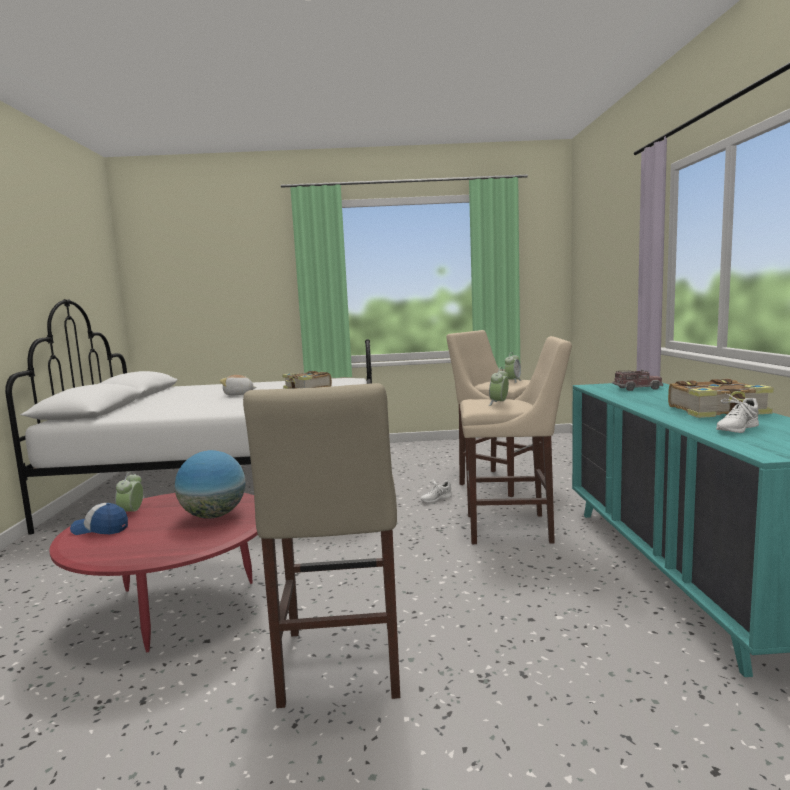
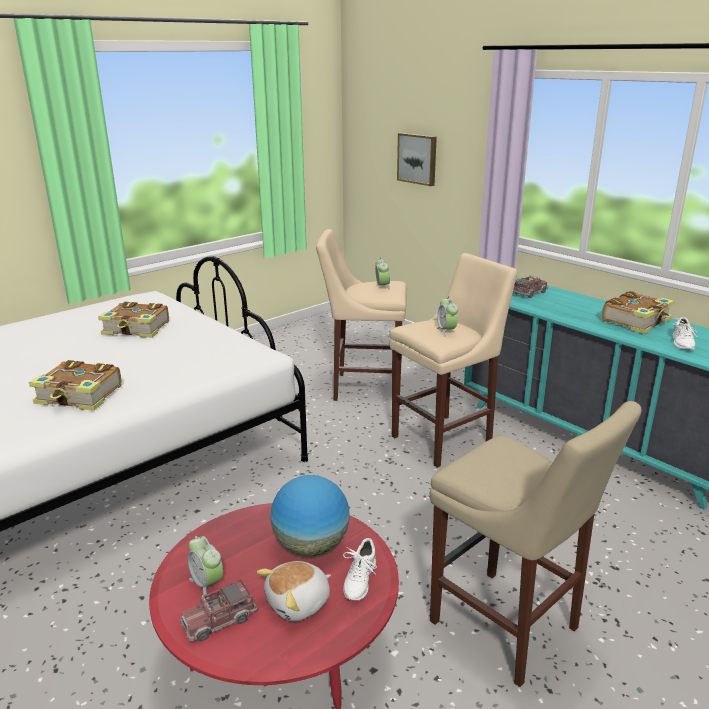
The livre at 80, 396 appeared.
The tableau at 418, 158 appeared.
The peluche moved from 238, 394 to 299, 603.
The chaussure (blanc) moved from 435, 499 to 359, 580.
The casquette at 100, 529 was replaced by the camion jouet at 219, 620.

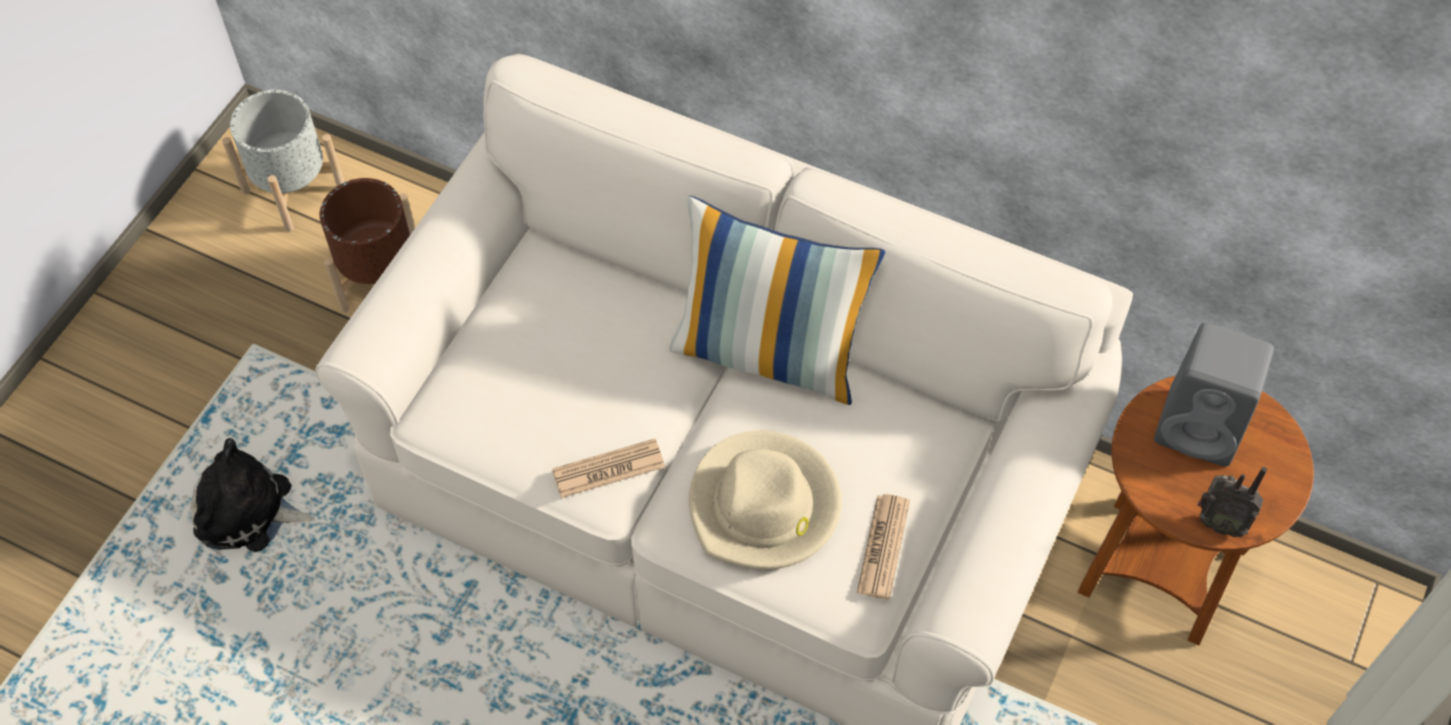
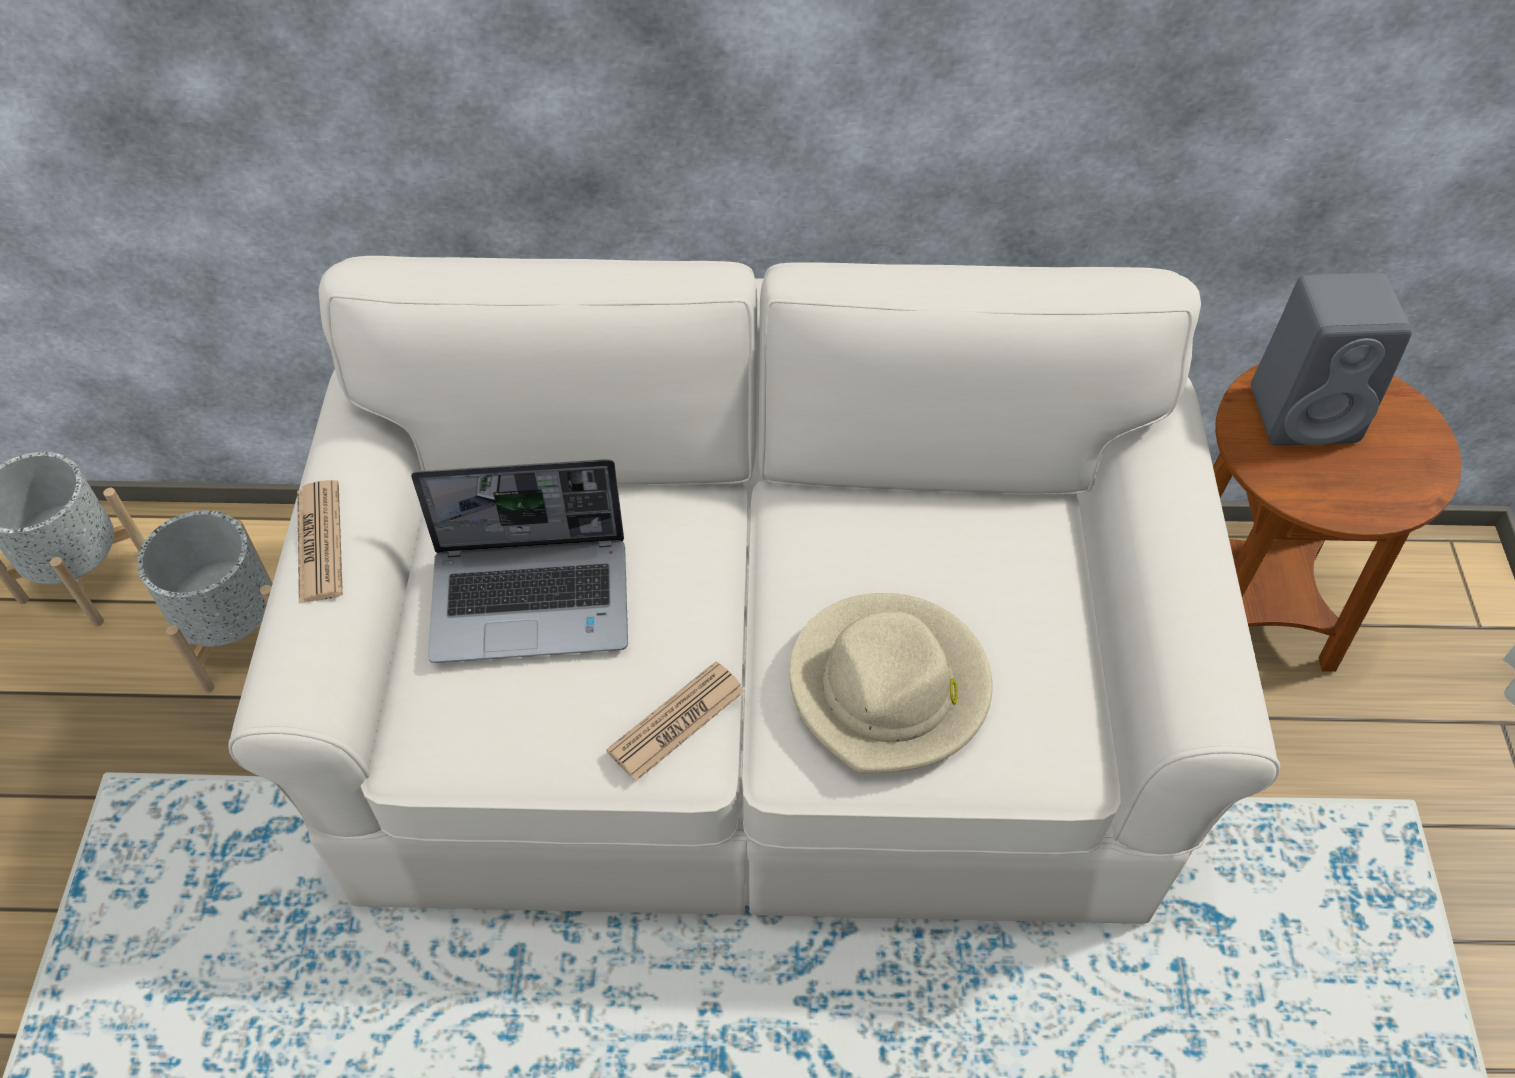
The peluche at 250, 512 disappeared.
The coussin at 770, 352 disappeared.
The radio at 1219, 522 disappeared.
The ordinateur portable at 533, 599 appeared.
The journal moved from 883, 547 to 319, 542.
The cache-pot (marron) at 379, 277 became the cache-pot (gris) at 238, 635.

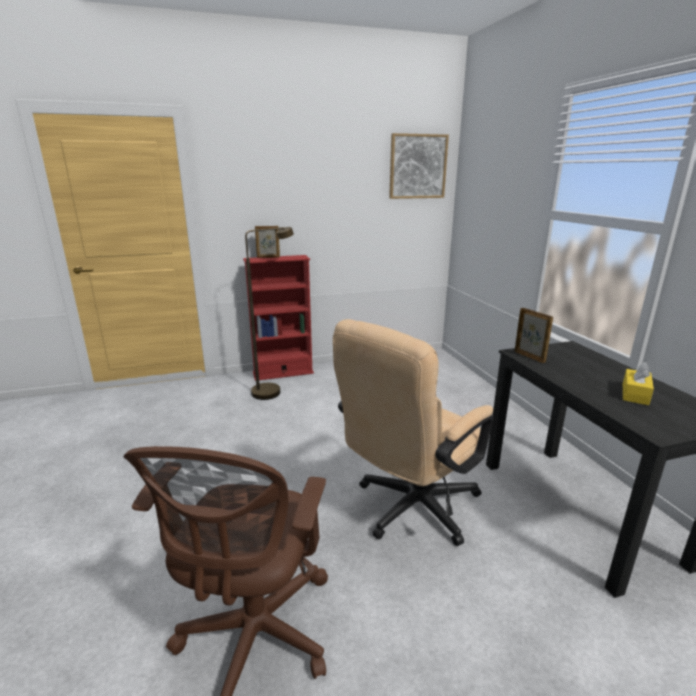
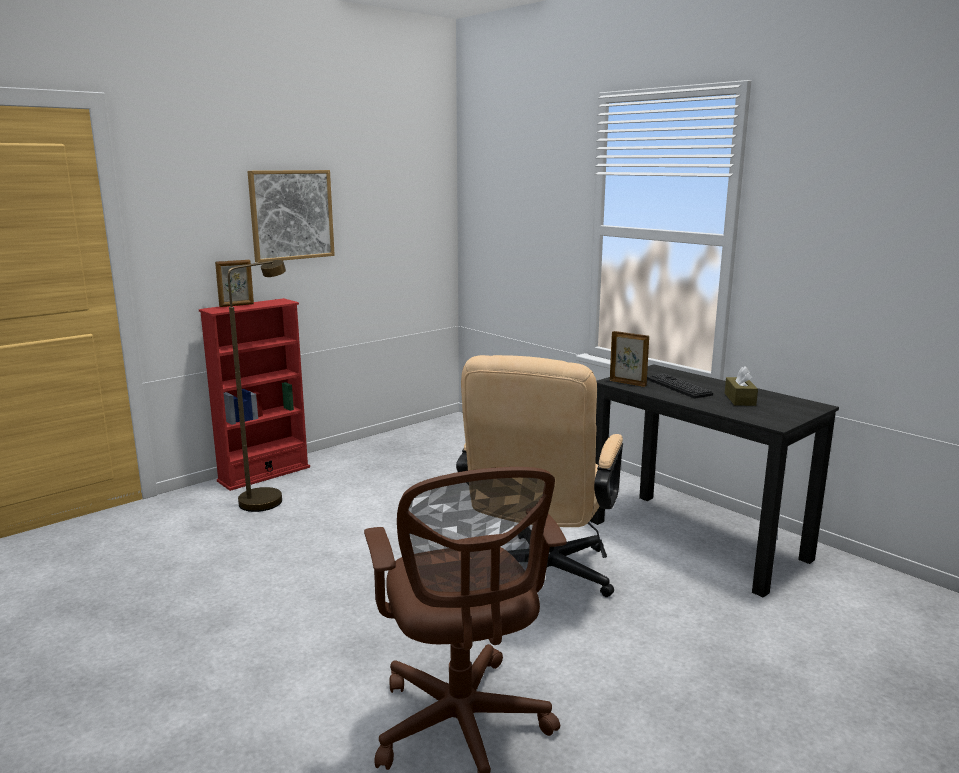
The clavier at 678, 387 appeared.
The tableau moved from 417, 166 to 291, 215.
The boîte à mouchoirs (jaune) at 635, 394 became the boîte à mouchoirs (marron) at 739, 399.

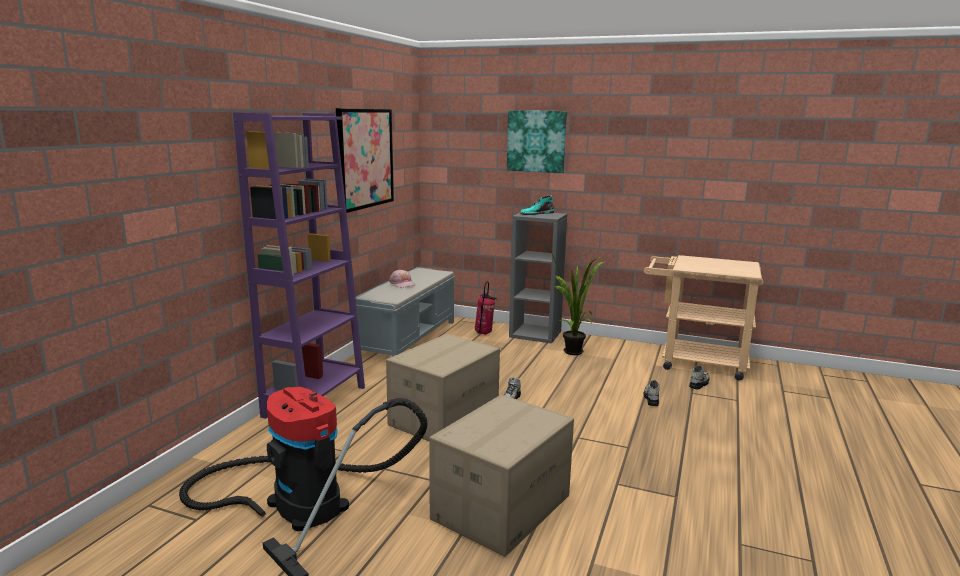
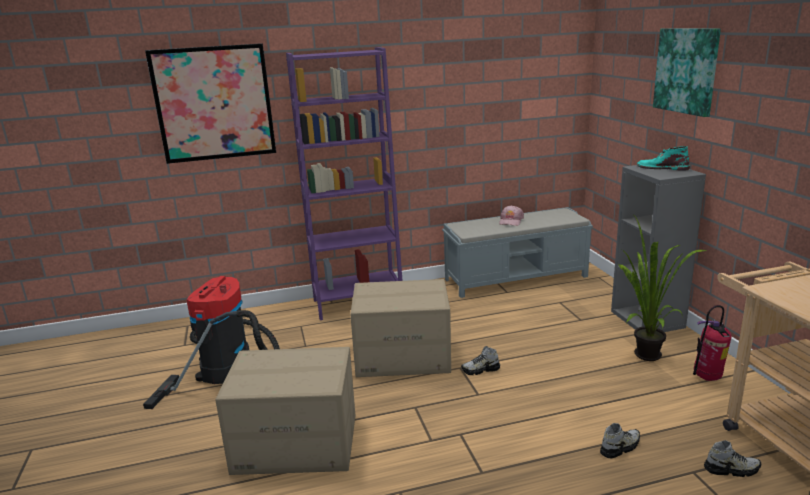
The tableau moved from 365, 158 to 214, 103.
The extincteur moved from 484, 333 to 707, 378.

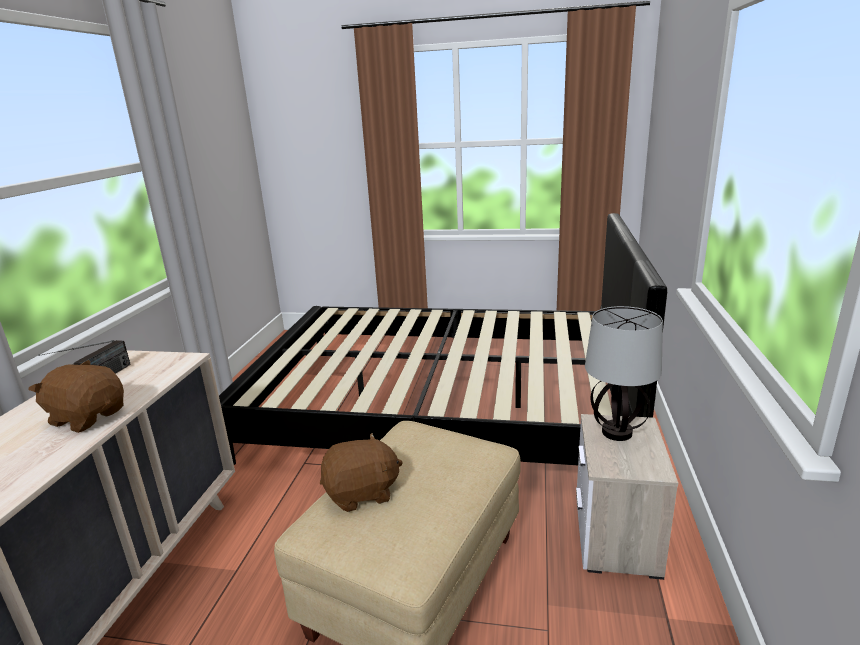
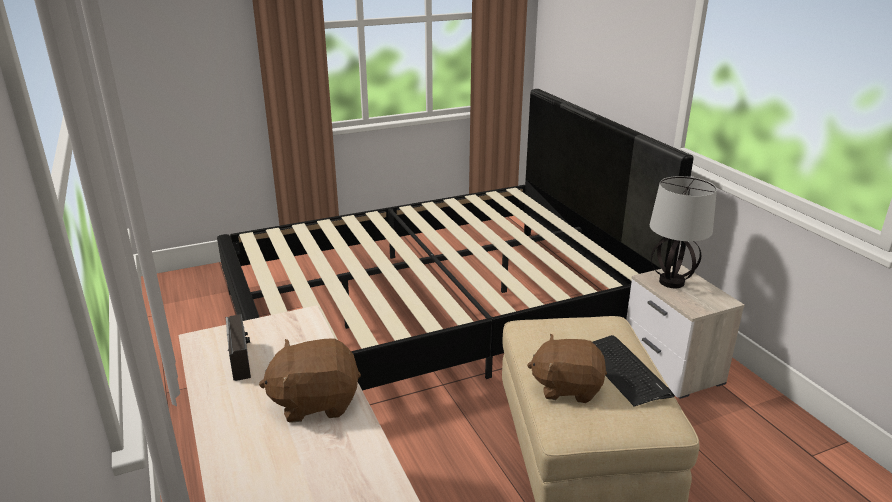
The clavier at 624, 370 appeared.
The peluche (marron) at 362, 493 turned 120 degrees counterclockwise.

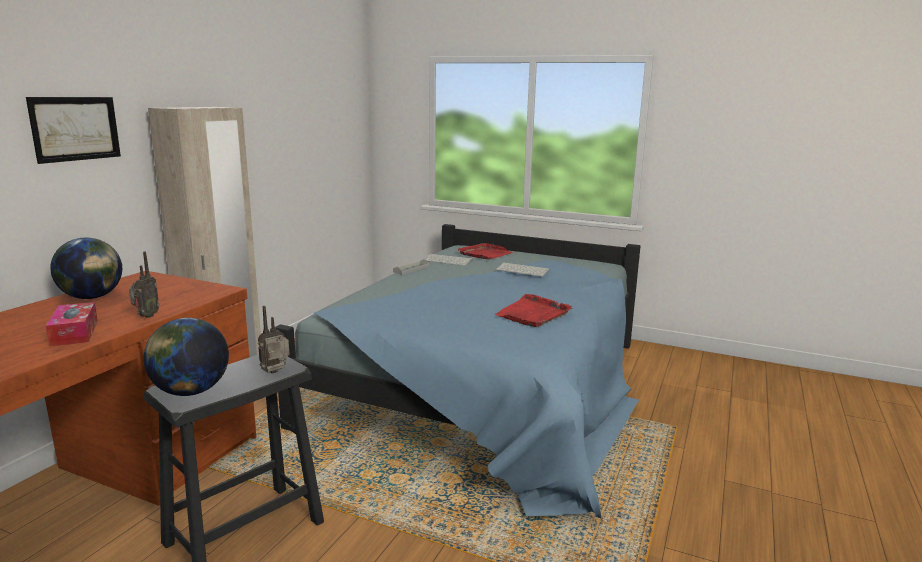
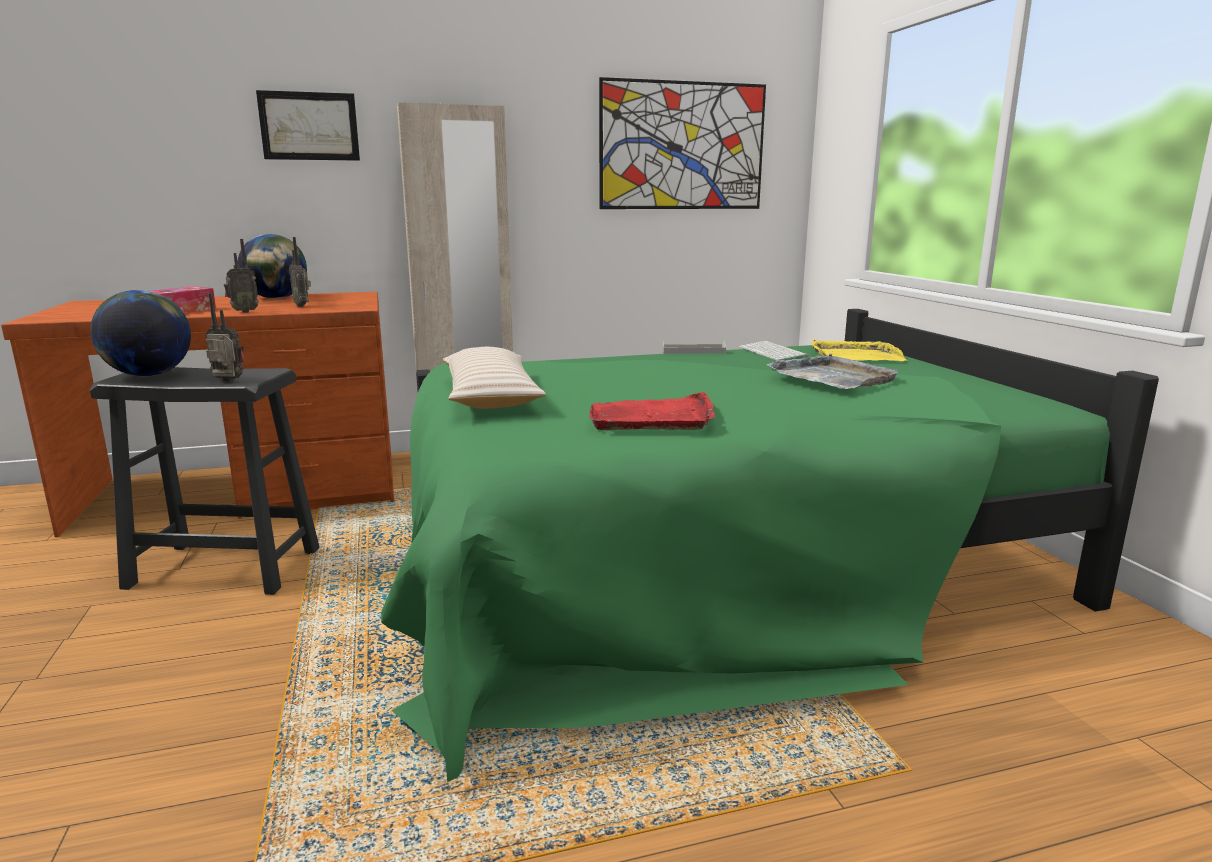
The radio at 303, 306 appeared.
The coussin (beige) at 490, 396 appeared.
The tableau at 682, 146 appeared.
The clavier at 523, 270 was replaced by the plateau (gris) at 833, 377.
The lit (bleu) at 489, 387 became the lit (vert) at 710, 560.
The plateau (rouge) at 485, 254 became the plateau (jaune) at 855, 356.

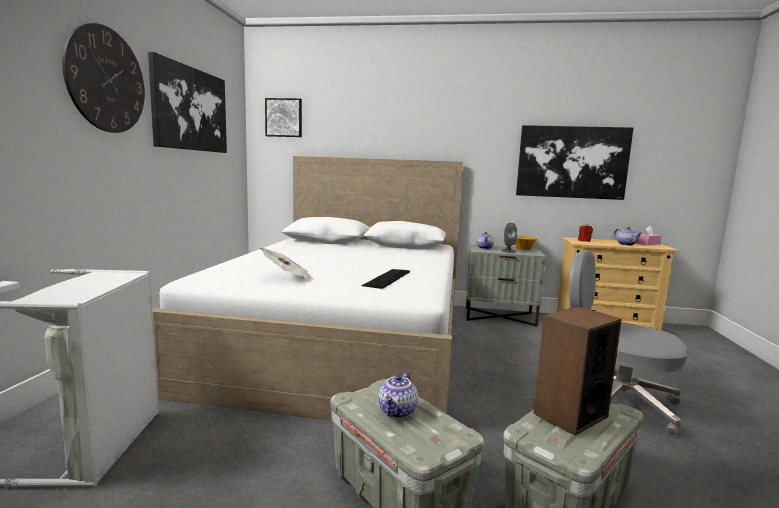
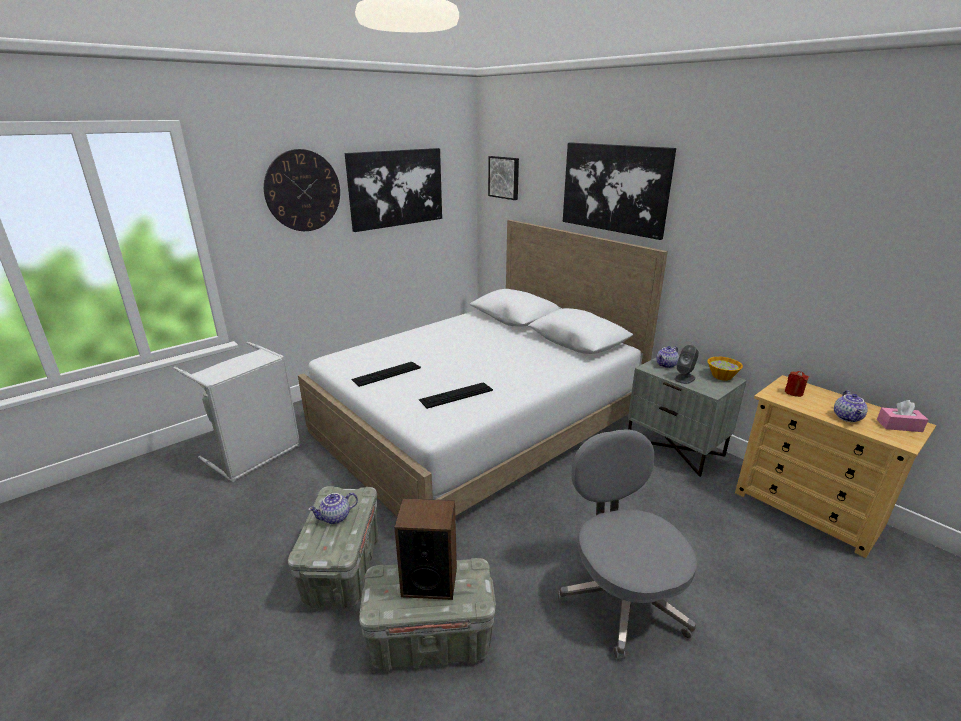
The tableau moved from 572, 162 to 614, 188.
The journal at 287, 278 was replaced by the clavier at 386, 373.

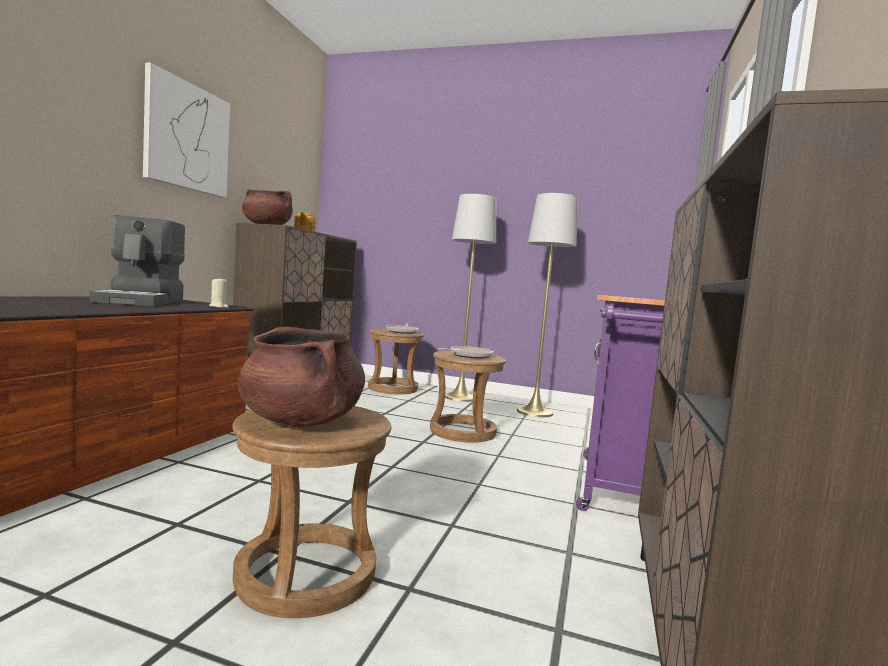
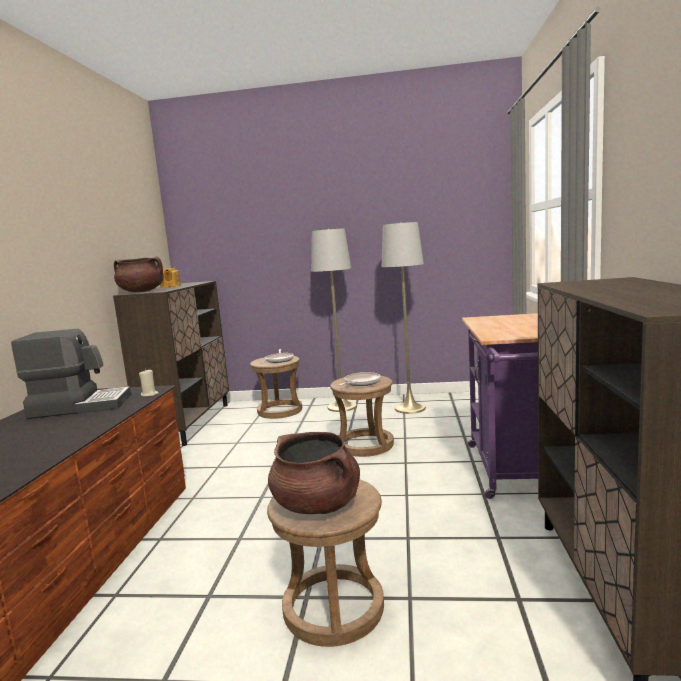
The tableau at 187, 137 disappeared.
The machine à café at 142, 301 turned 75 degrees counterclockwise.

